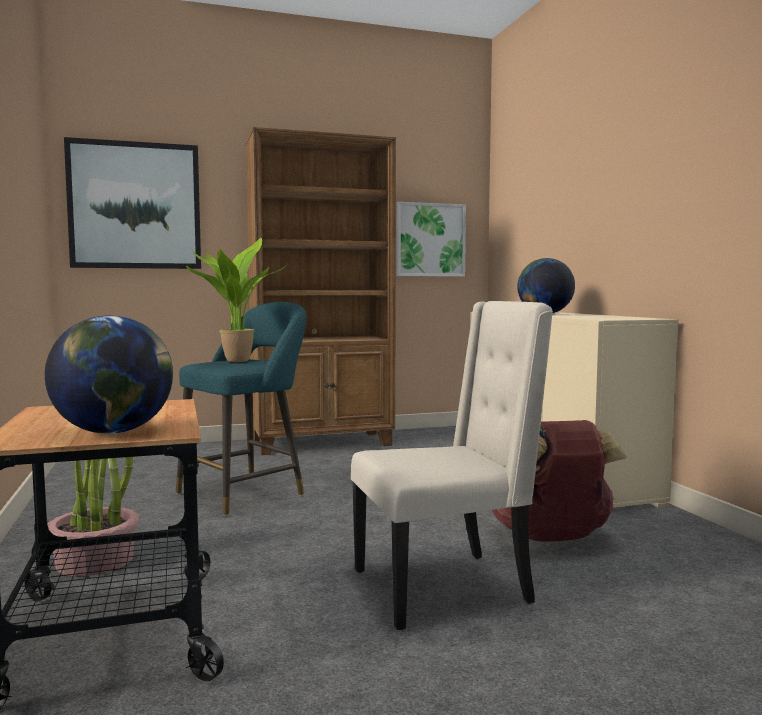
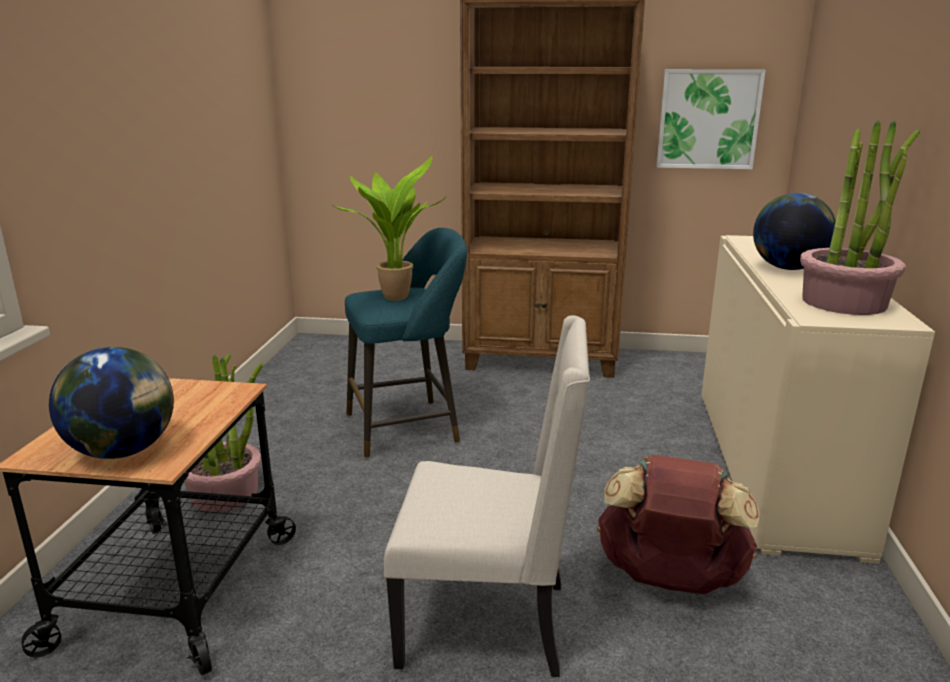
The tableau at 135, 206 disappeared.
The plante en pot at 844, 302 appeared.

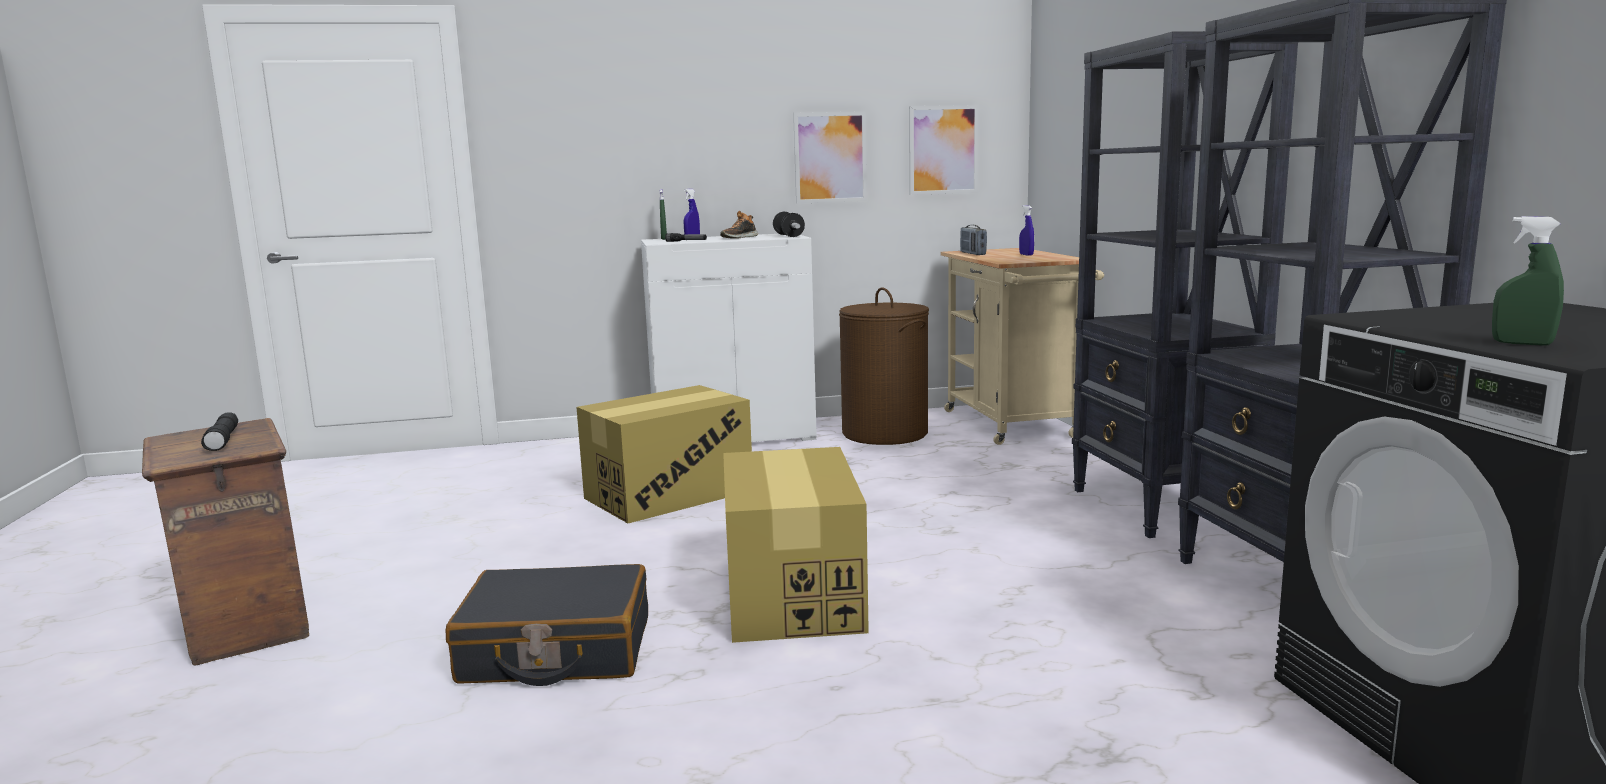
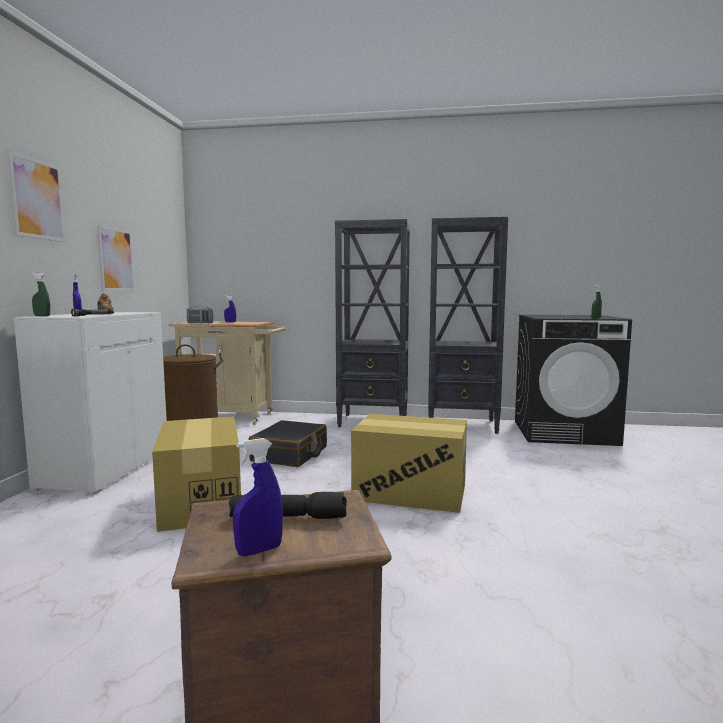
The haltère at 788, 236 disappeared.
The vaporisateur (bleu) at 259, 550 appeared.
The valise (noir) moved from 556, 650 to 290, 454.
The tableau moved from 943, 150 to 37, 199.

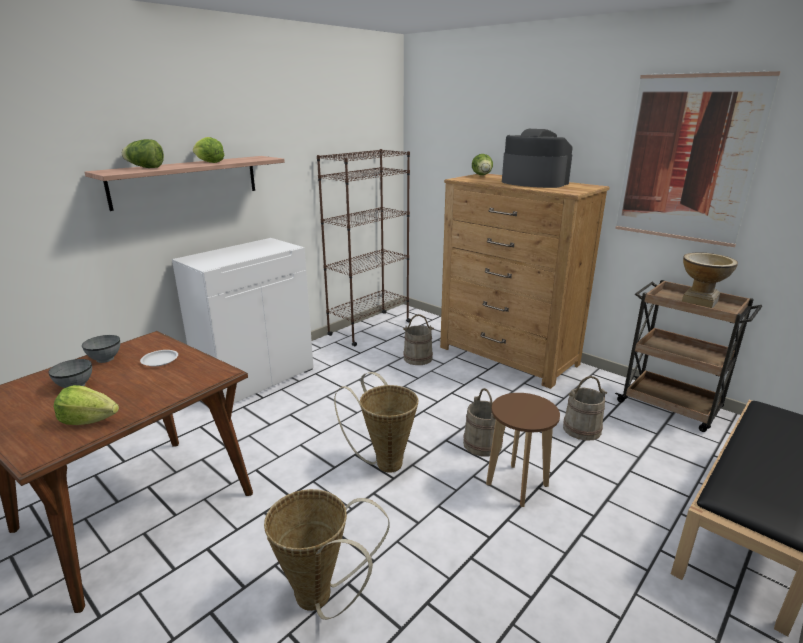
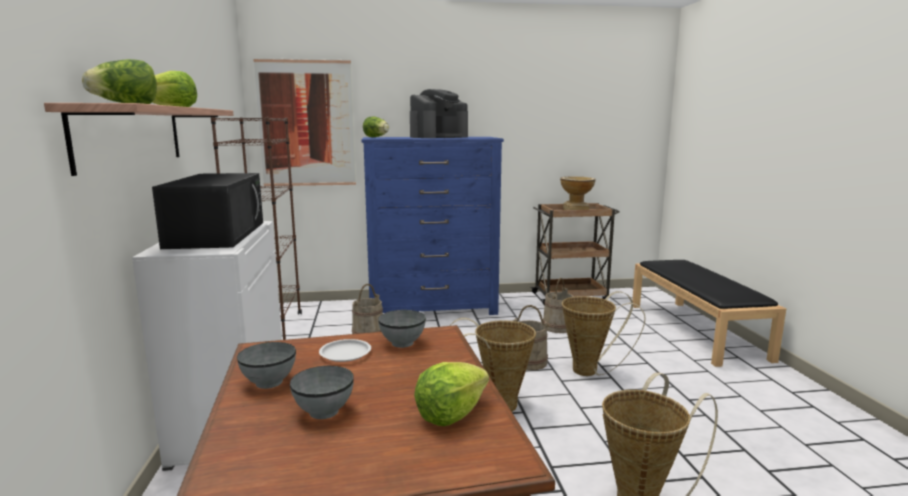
The micro-ondes (noir) at 217, 234 appeared.
The bol (gris) at 402, 343 appeared.
The tableau moved from 688, 159 to 306, 123.
The tabouret (marron) at 517, 485 was replaced by the panier at 591, 371.
The commode (marron) at 508, 356 became the commode (bleu) at 432, 307.
The machine à café at 533, 183 turned 150 degrees clockwise.

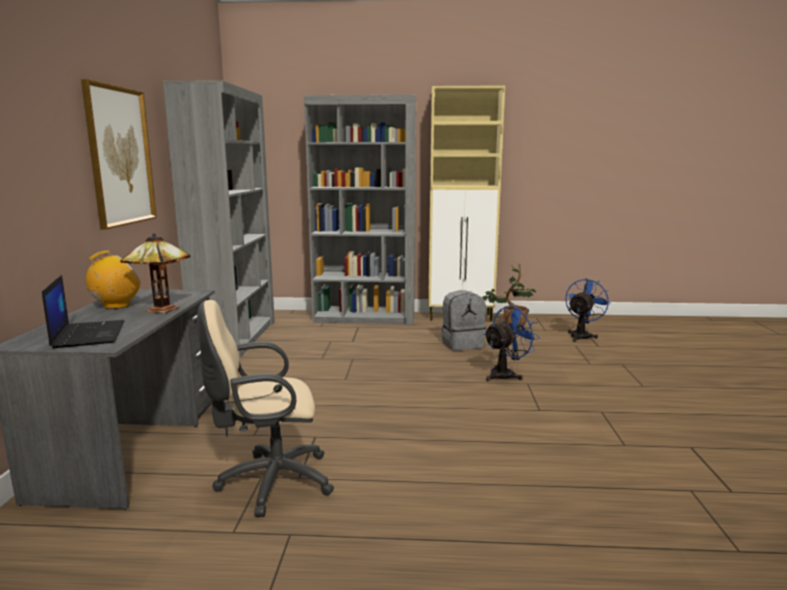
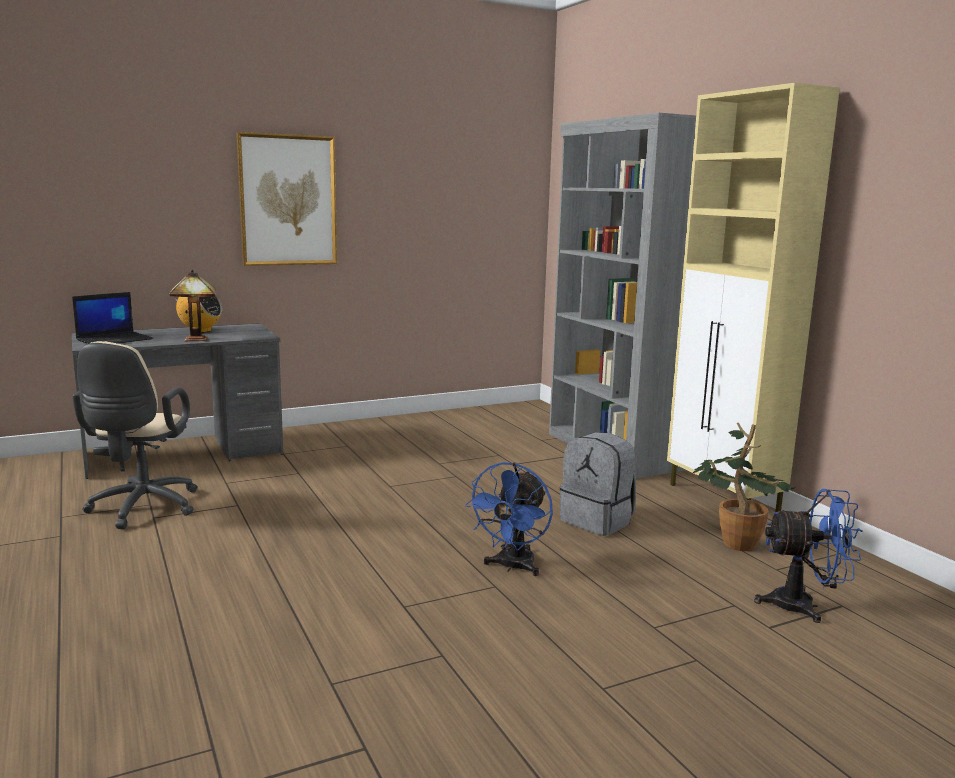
The bibliothèque (gris) at 236, 337 disappeared.
The chaise de bureau (beige) at 269, 482 turned 135 degrees counterclockwise.
The ventilateur (bleu) at 506, 374 turned 90 degrees clockwise.

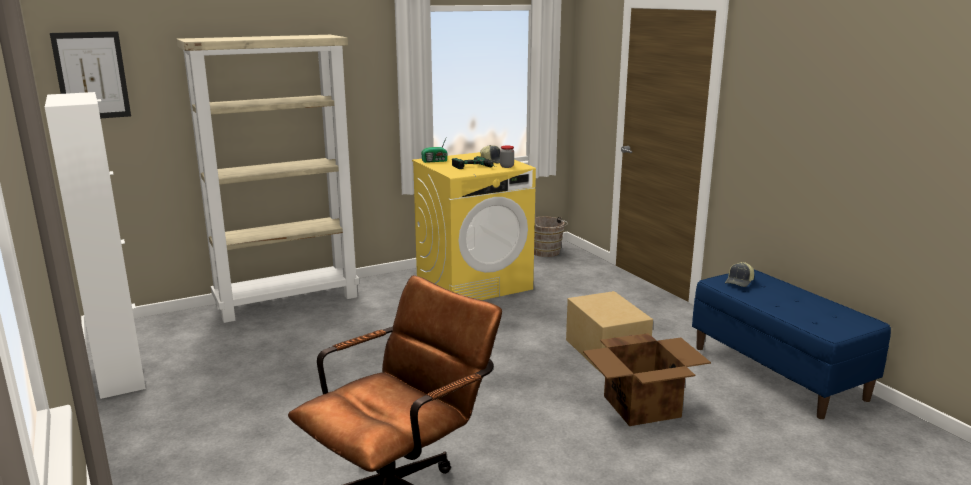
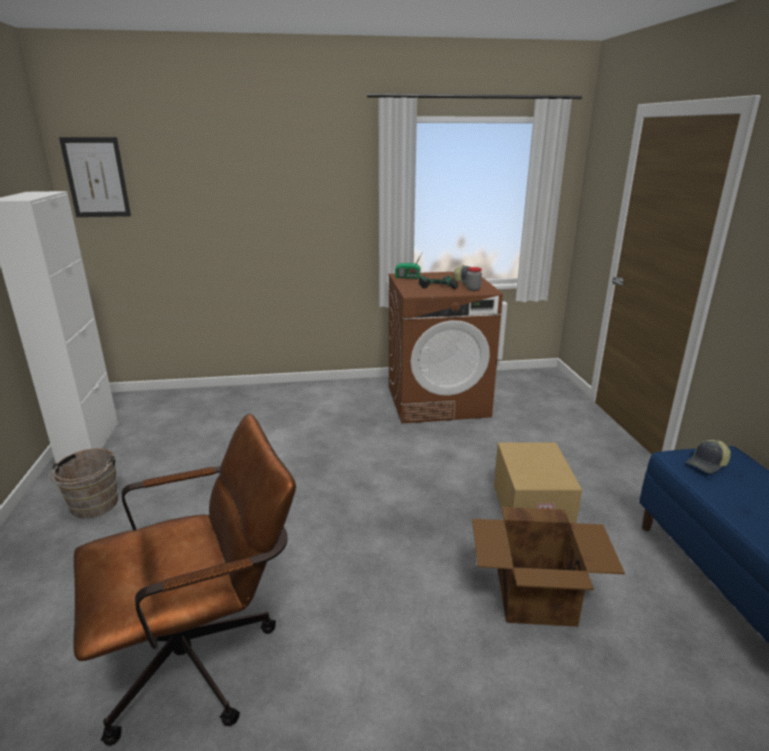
The bibliothèque (beige) at 288, 301 disappeared.
The seau (marron) moved from 547, 253 to 93, 507.
The lave-linge (jaune) at 474, 283 became the lave-linge (marron) at 438, 401.

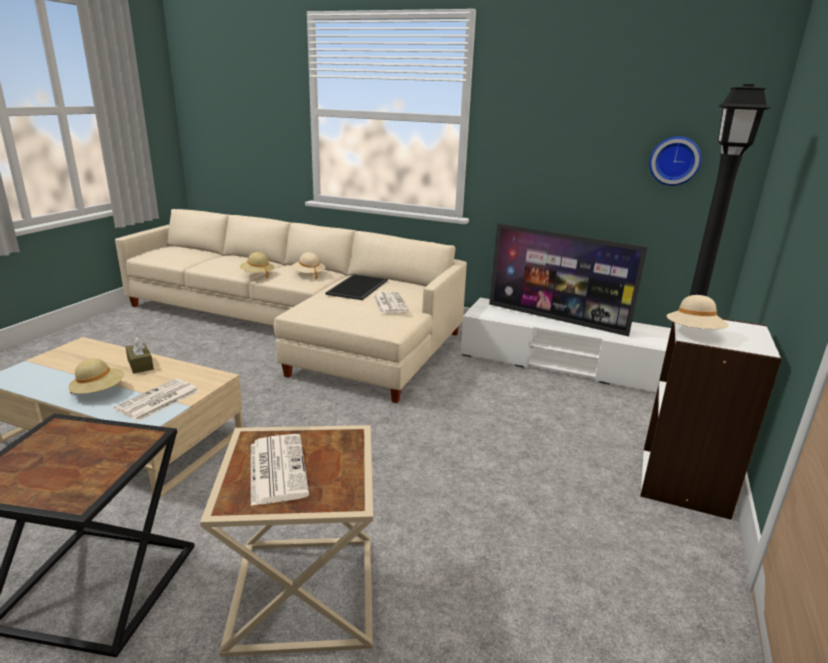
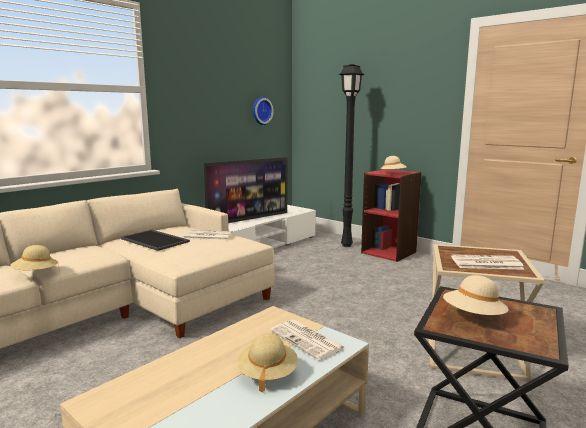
The boîte à mouchoirs (marron) at 140, 364 disappeared.
The chapeau (beige) moved from 308, 275 to 473, 316.
The bibliothèque (blanc) at 685, 483 became the bibliothèque (rouge) at 389, 252.

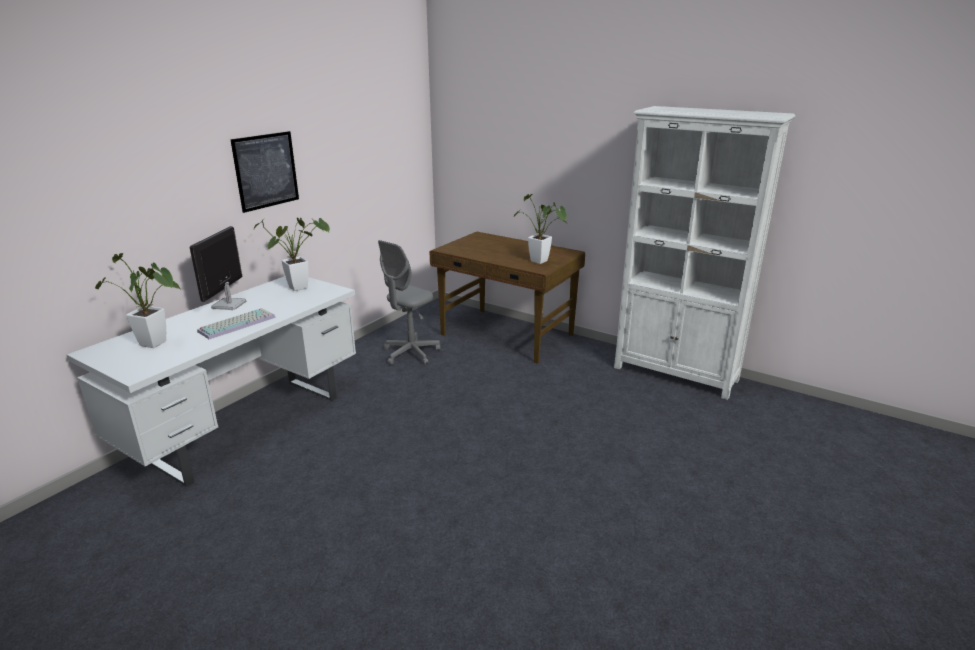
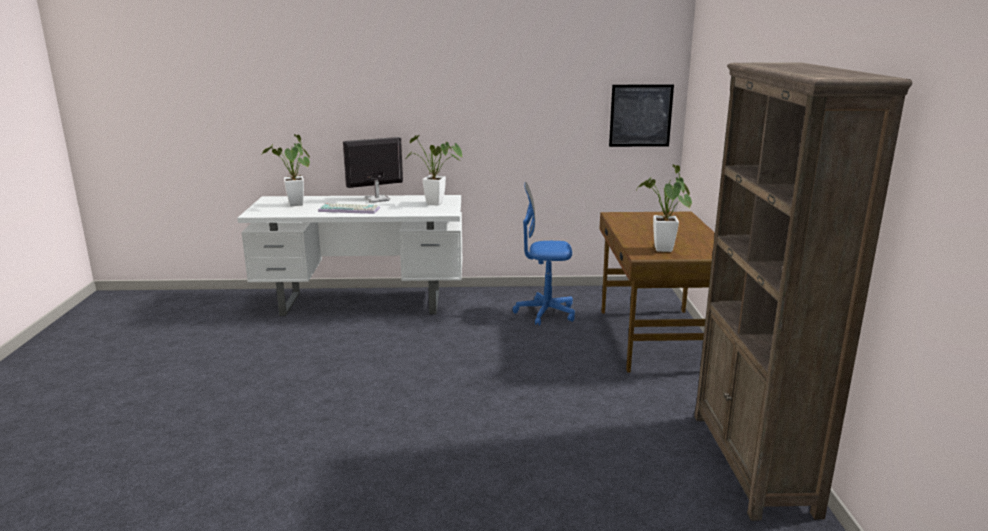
The tableau moved from 266, 171 to 640, 115.
The chaise de bureau (gris) at 411, 354 became the chaise de bureau (bleu) at 545, 313.
The bibliothèque (blanc) at 676, 374 became the bibliothèque (marron) at 752, 463.

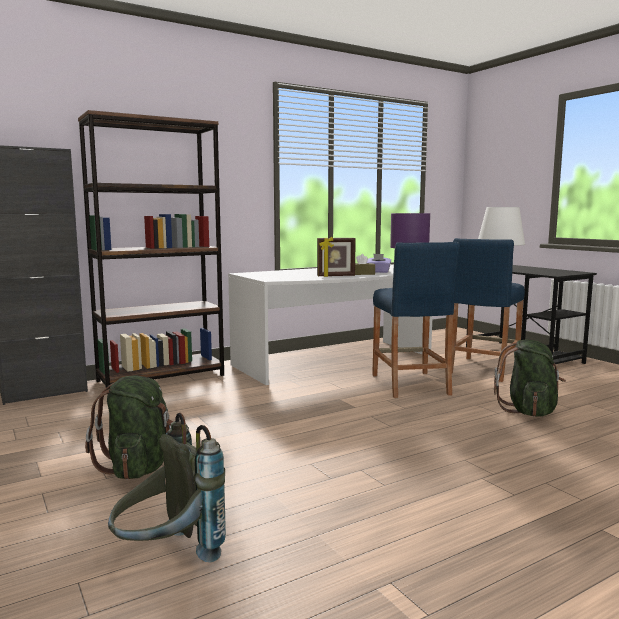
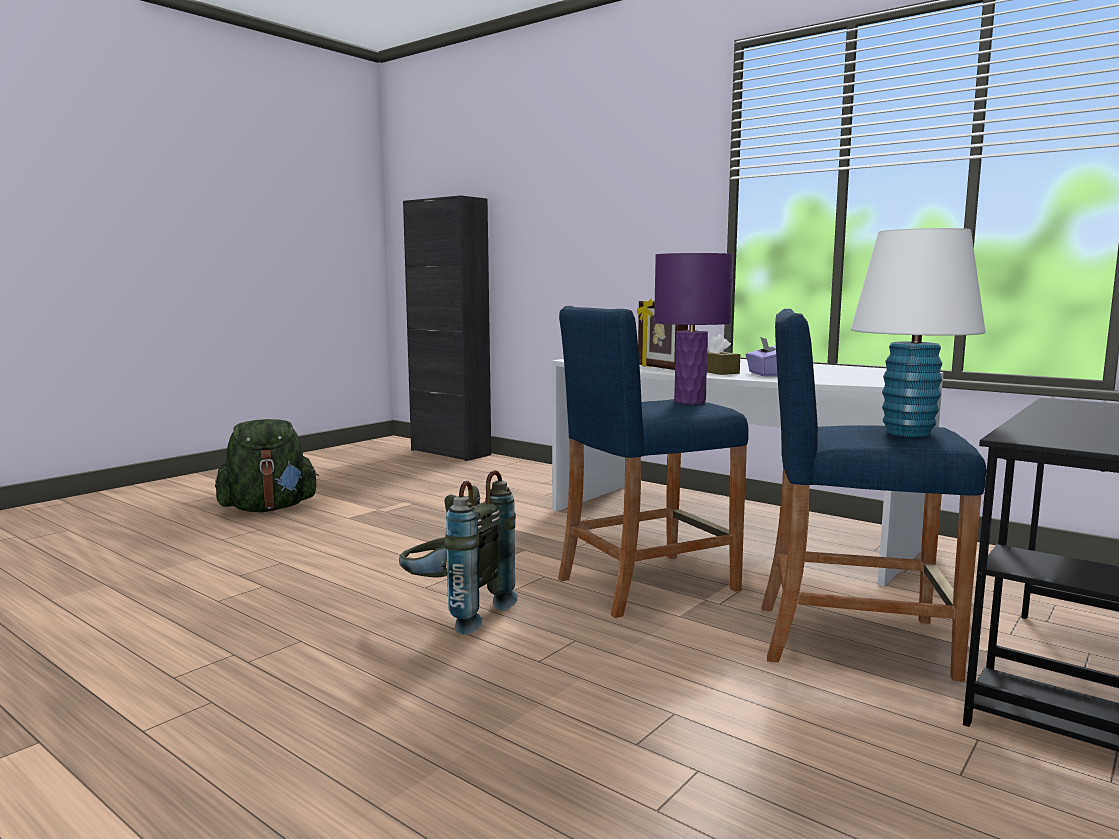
The bibliothèque (marron) at 161, 378 disappeared.
The sac à dos (vert) at 529, 411 disappeared.
The sac à dos (gris) moved from 168, 558 to 455, 613.

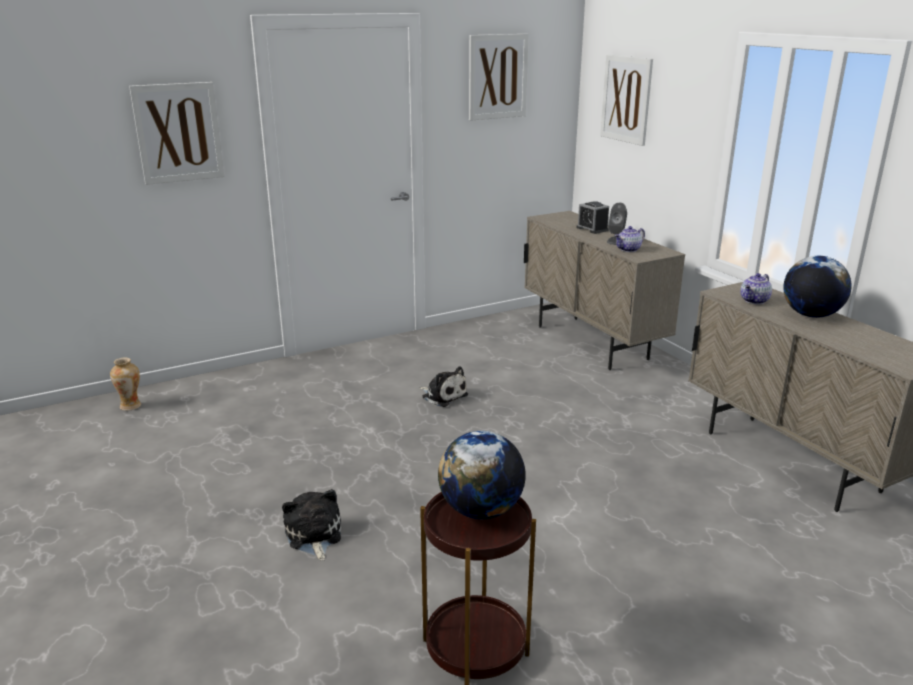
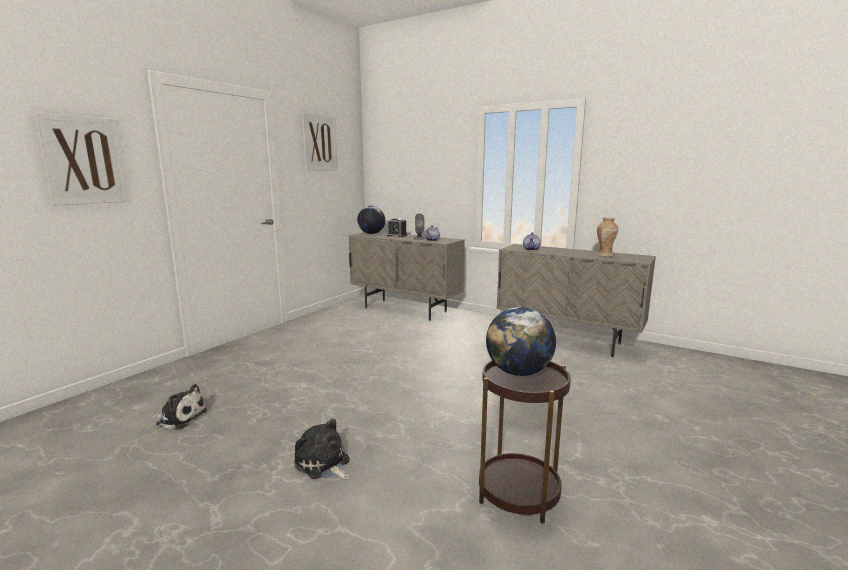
The tableau at 626, 99 disappeared.
The vase moved from 130, 406 to 605, 255.
The peluche moved from 443, 396 to 180, 417.
The globe moved from 810, 315 to 371, 233.

